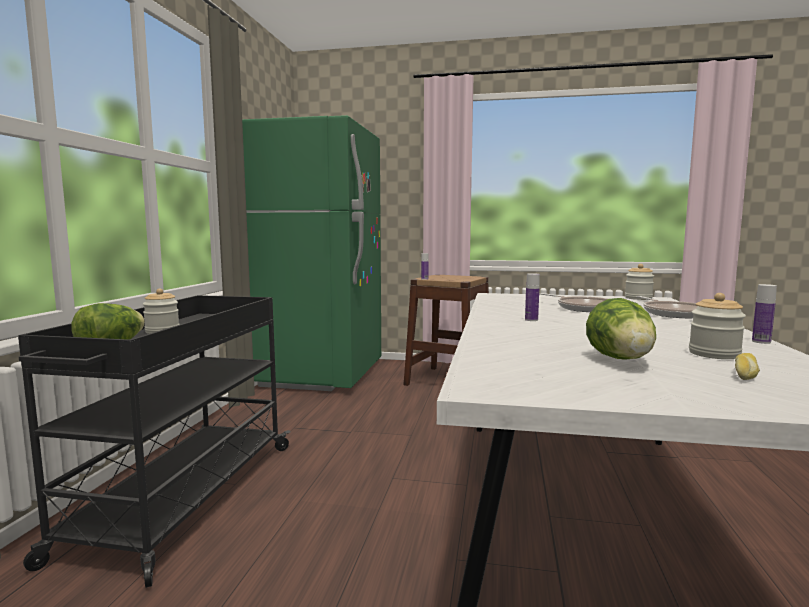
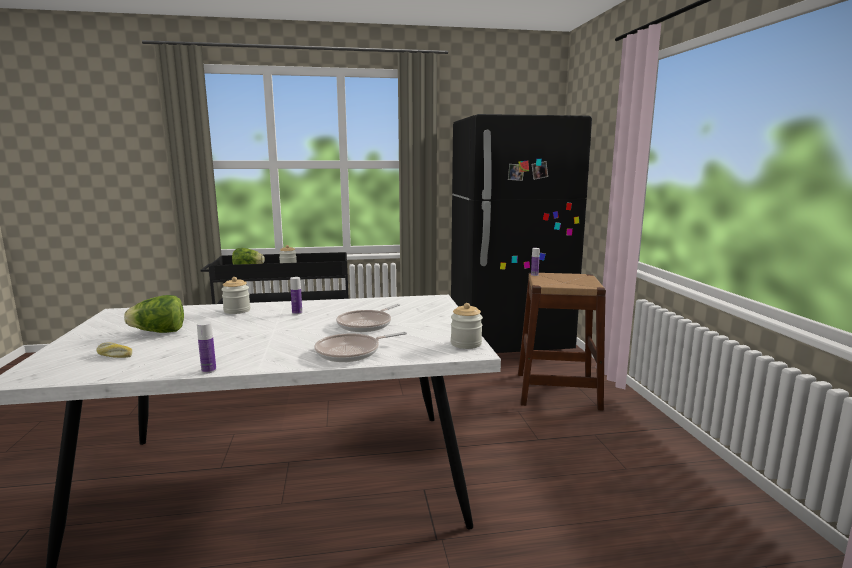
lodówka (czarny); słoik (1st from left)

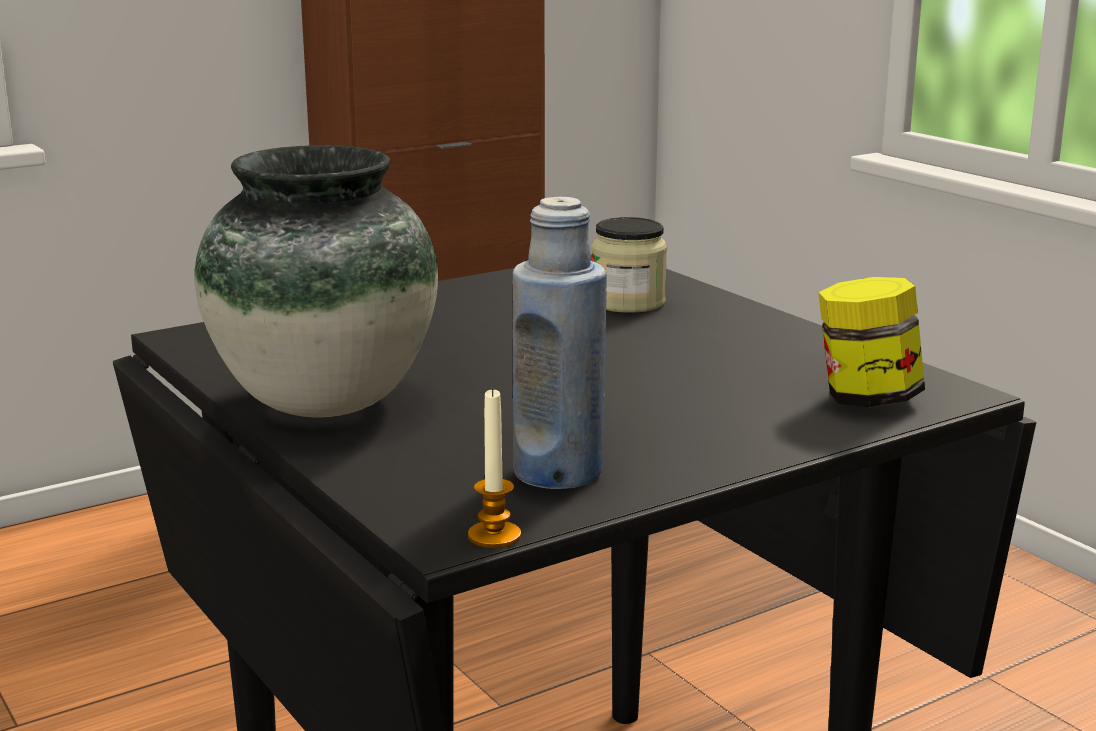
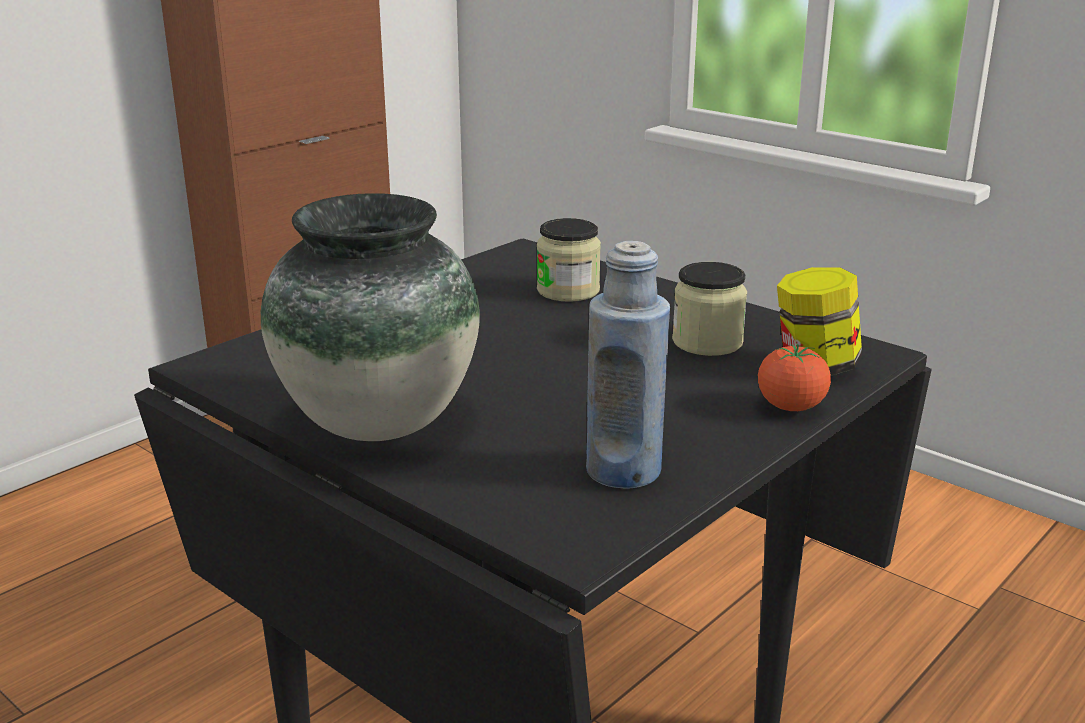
świeca; słoik (2nd from left); pomidor

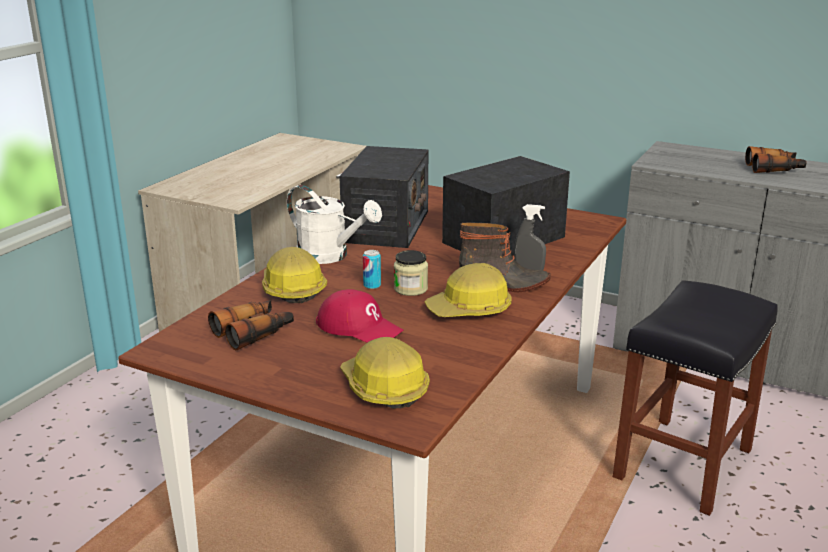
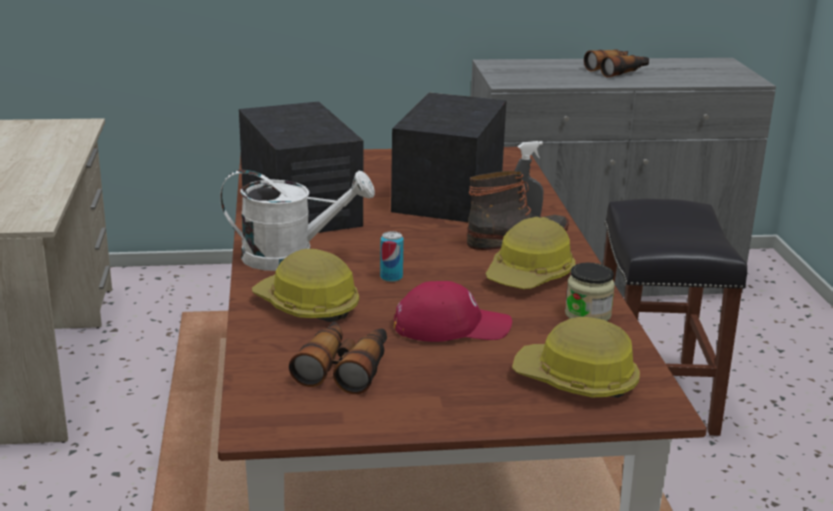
słoik

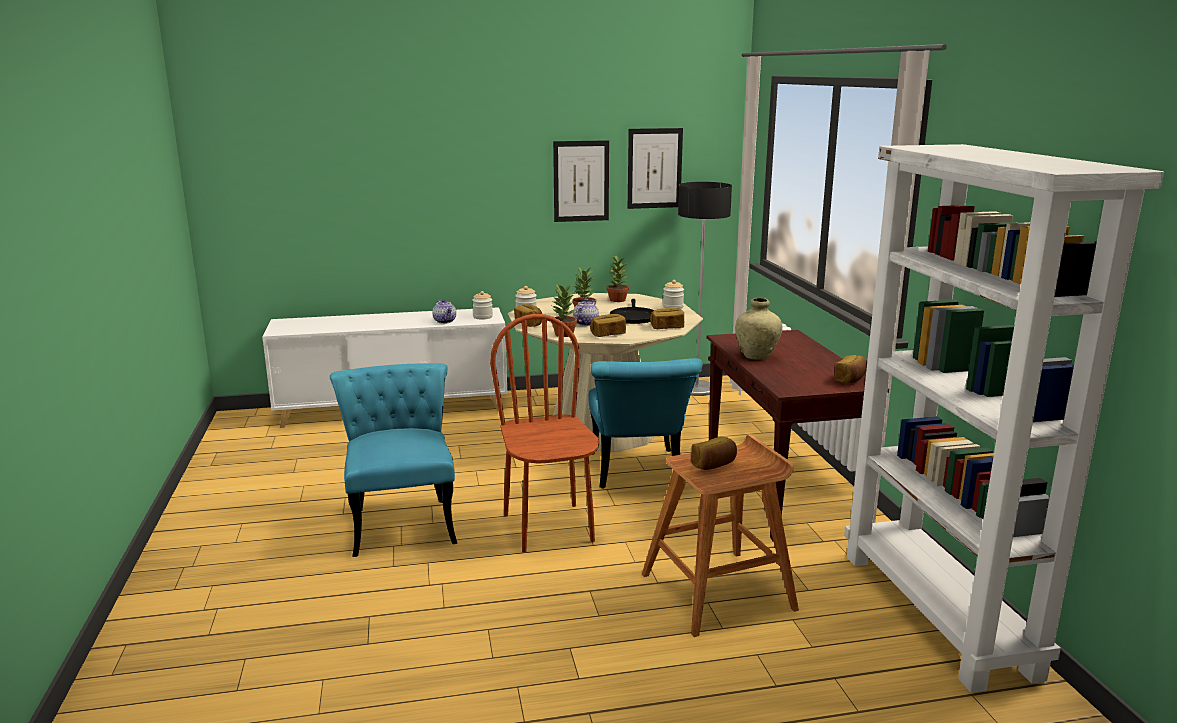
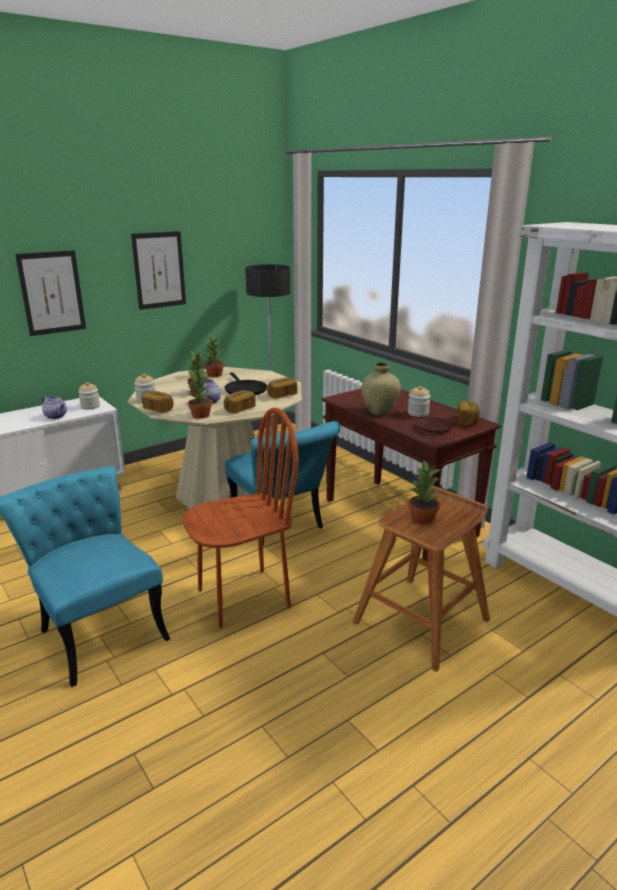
krzesło (brązowy); obraz (1st from left); słoik (3rd from left); roślina doniczkowa (4th from left); talerz (brązowy)

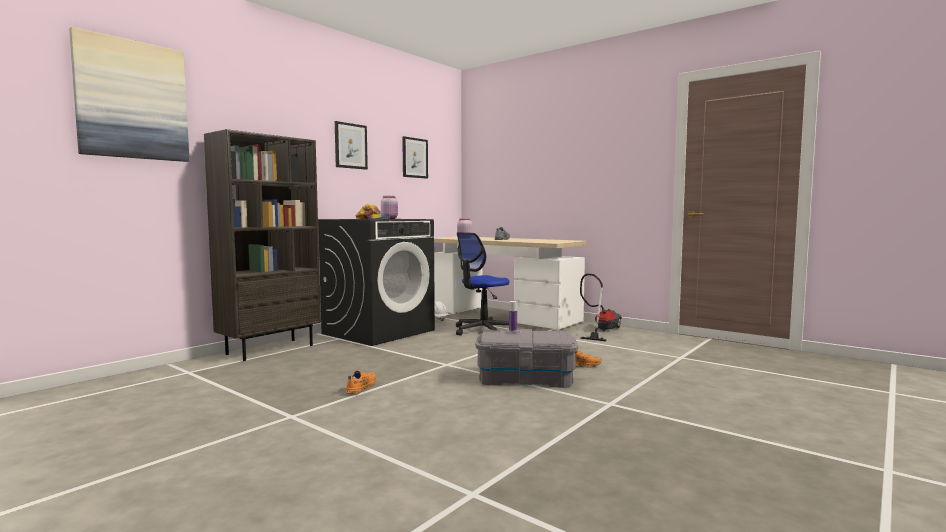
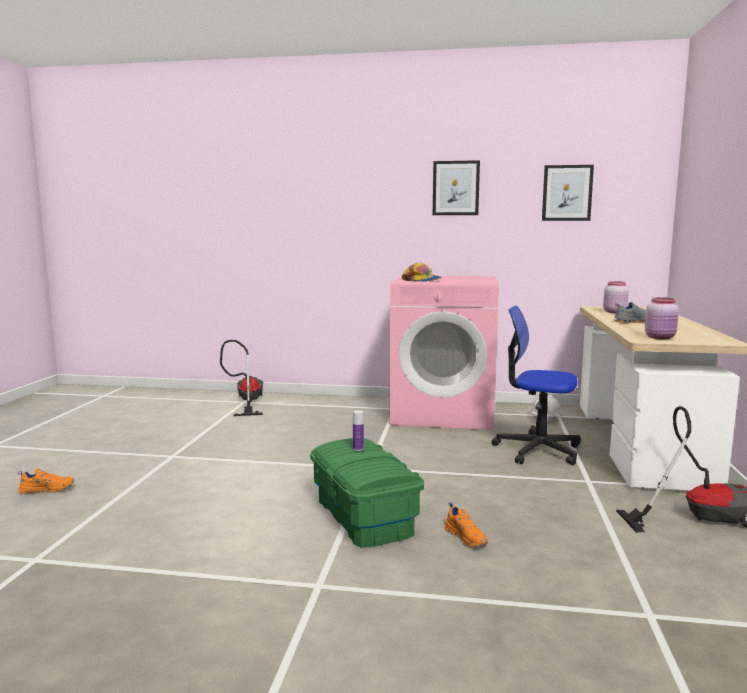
obraz (1st from left in the first image); regał (brązowy); pralka (różowy); but (pomarańczowy) (1st from left); słoik (różowy) (2nd from left); pojemnik do przechowywania (zielony); odkurzacz (1st from left)

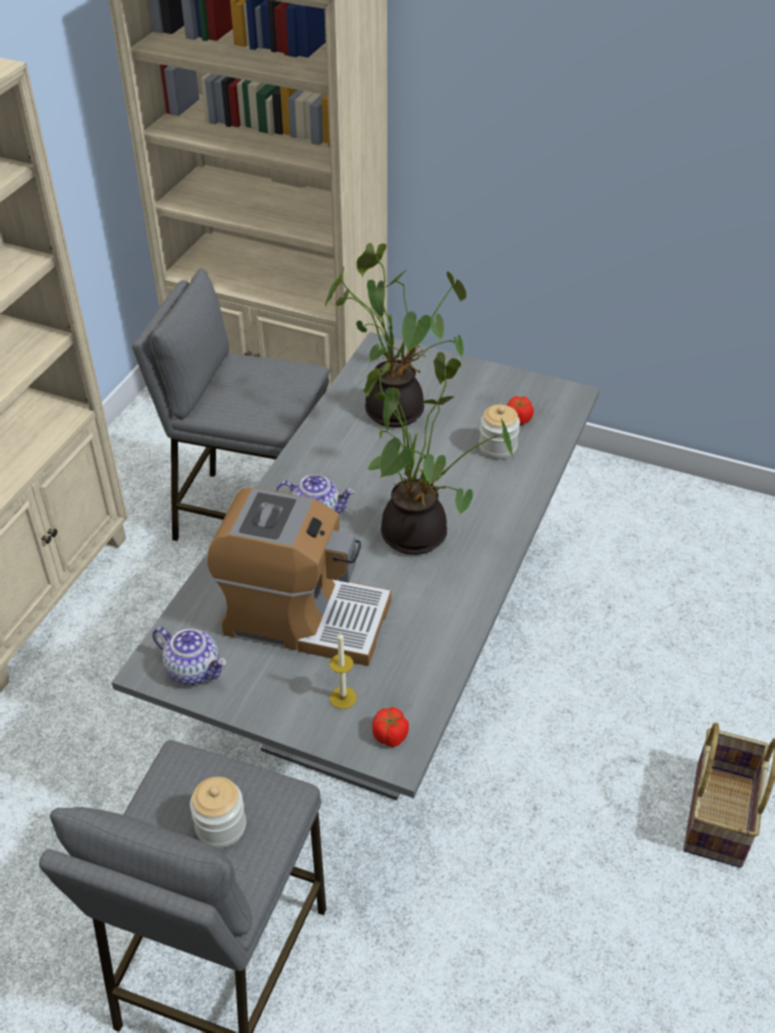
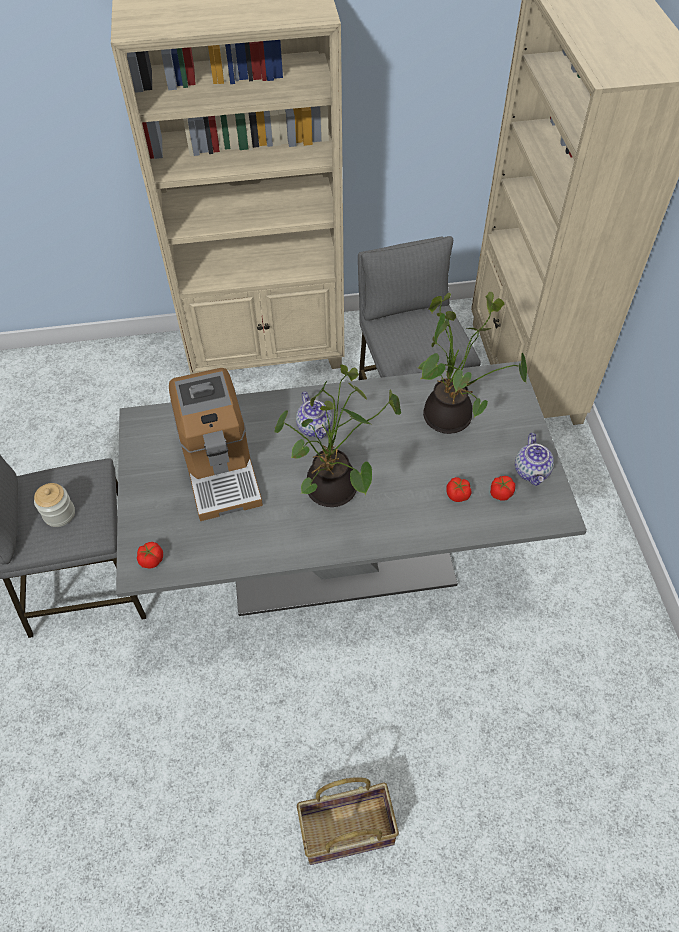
imbryk (2nd from left); świeca; pomidor (2nd from left)

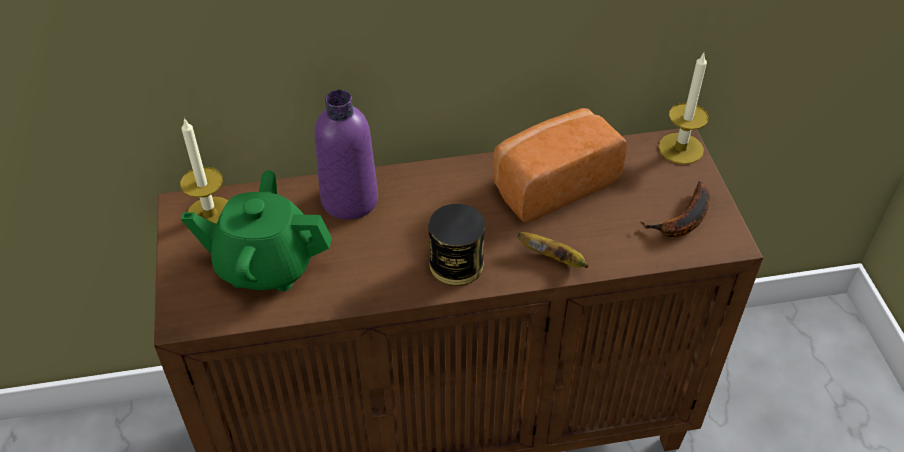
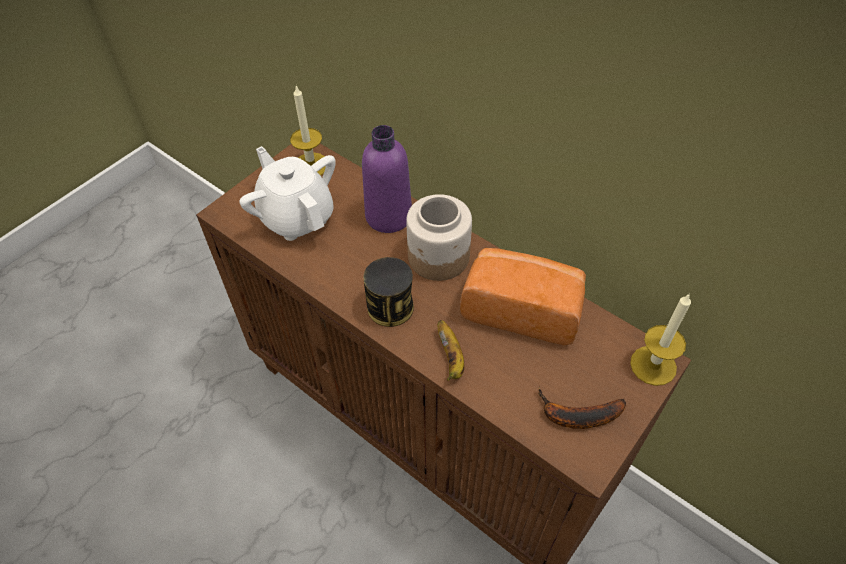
imbryk (biały); słoik

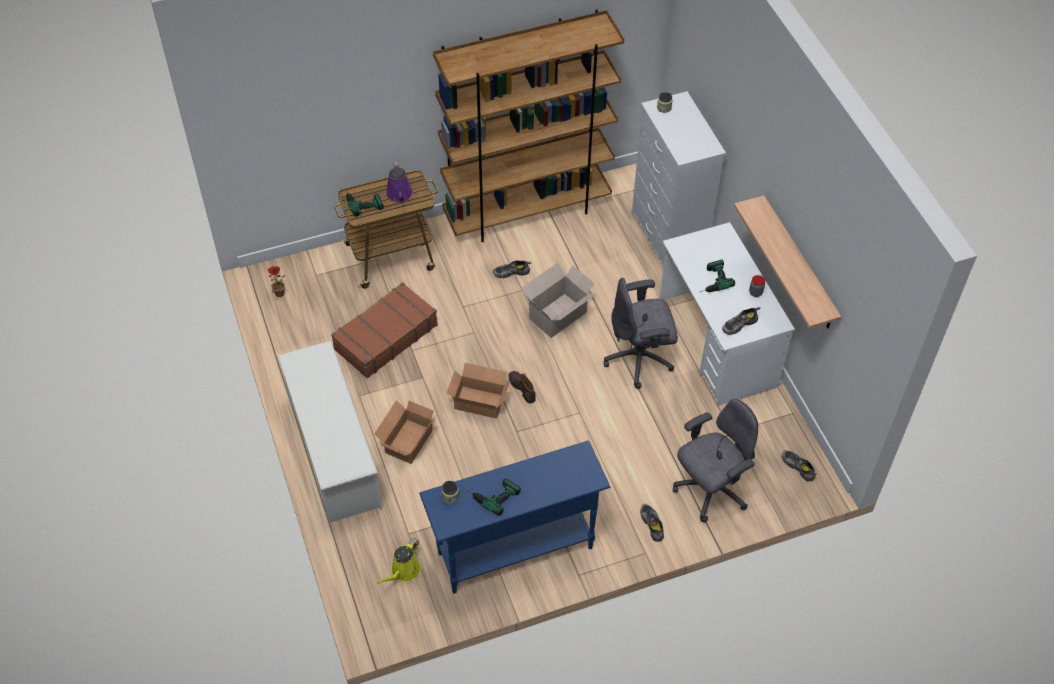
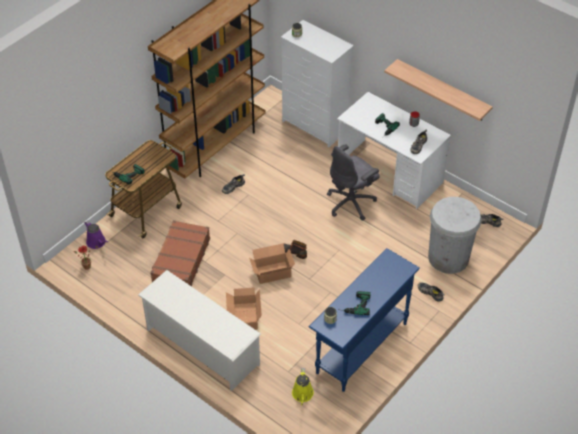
konewka (fioletowy); karton (3rd from left in the first image); kosz na śmieci (biały)

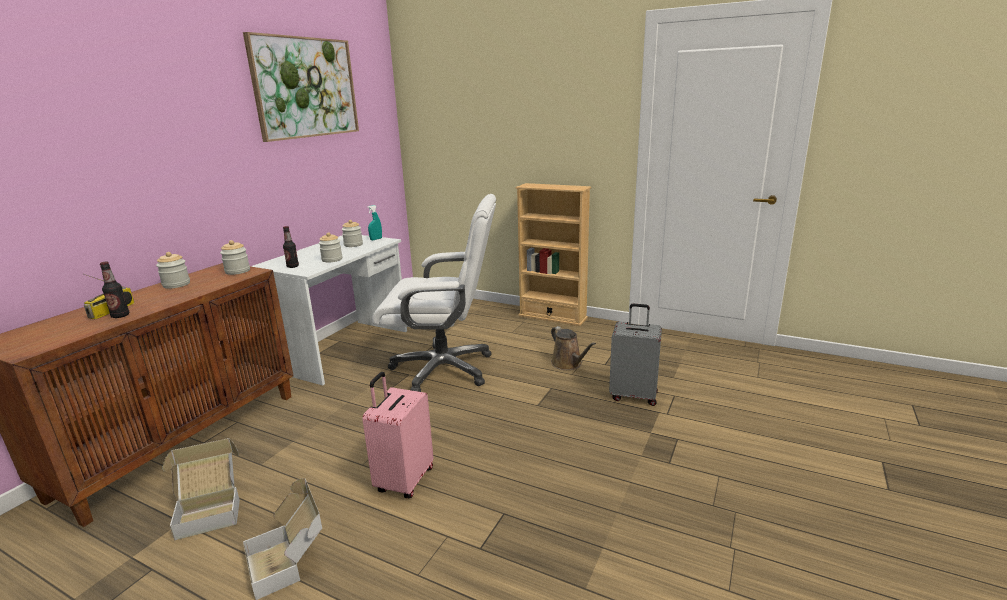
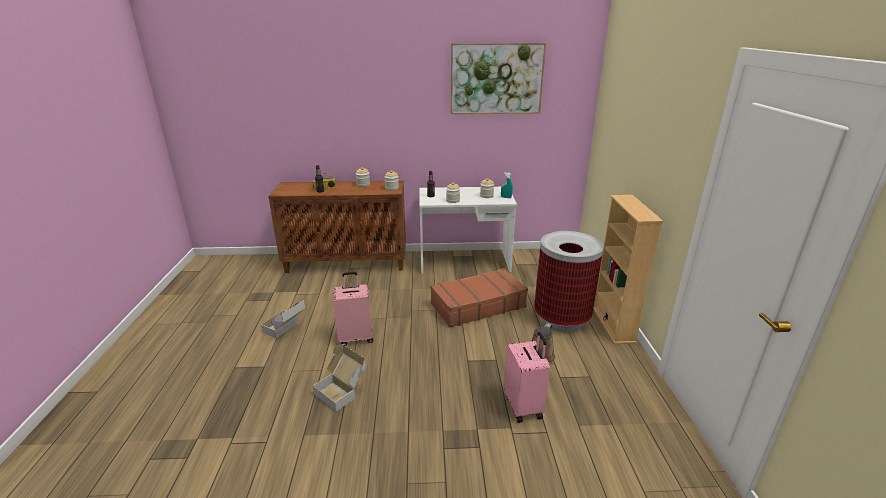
karton (2nd from left); walizka (brązowy); walizka (różowy) (2nd from left); kosz na śmieci

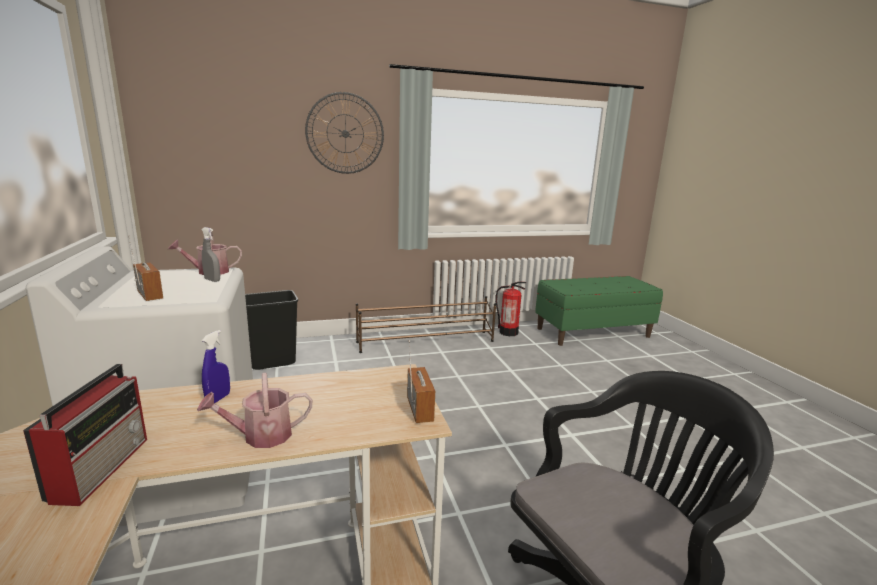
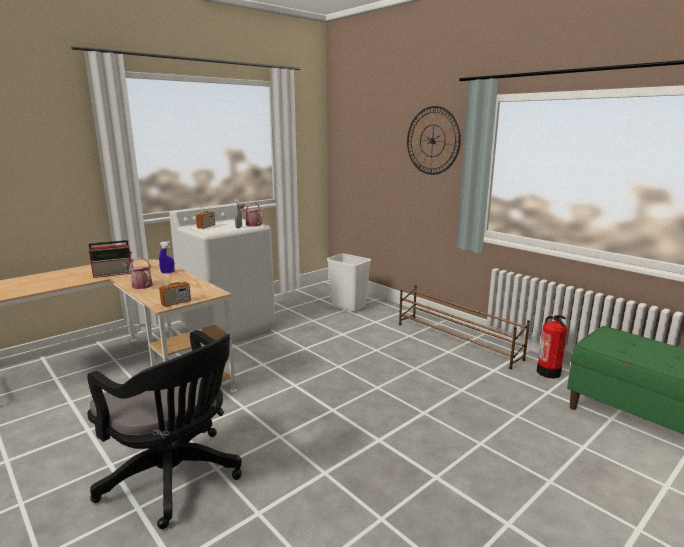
kosz na śmieci (biały)

